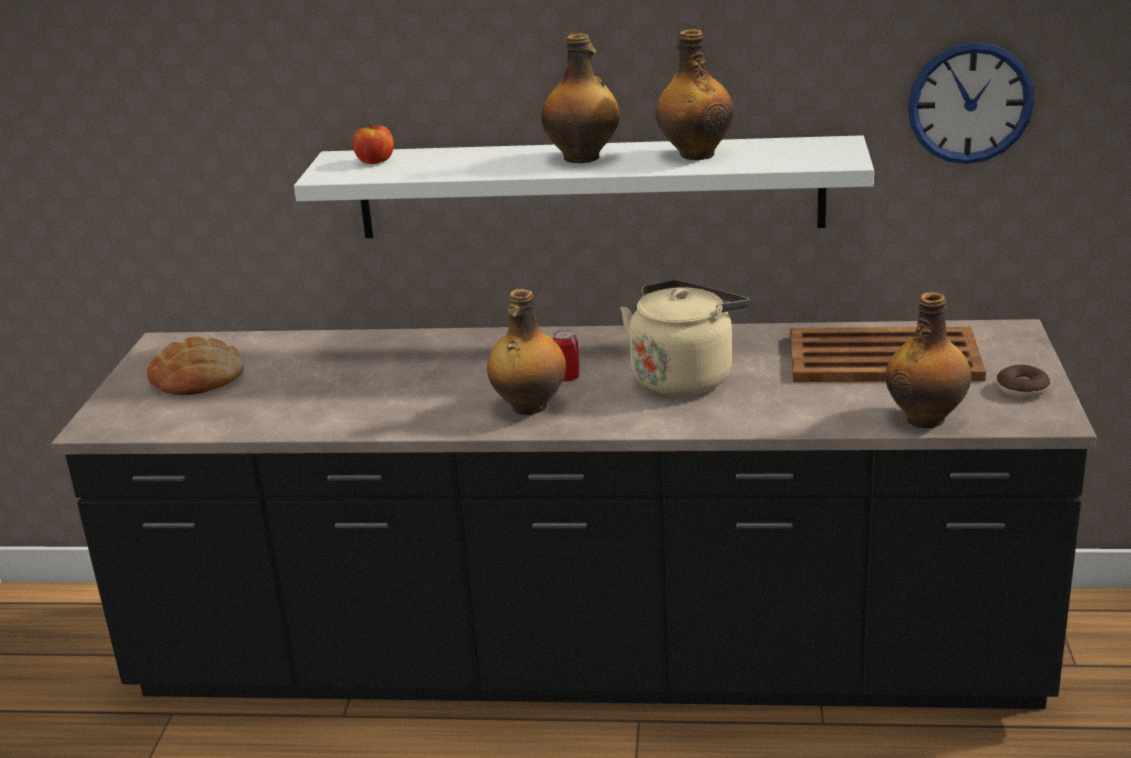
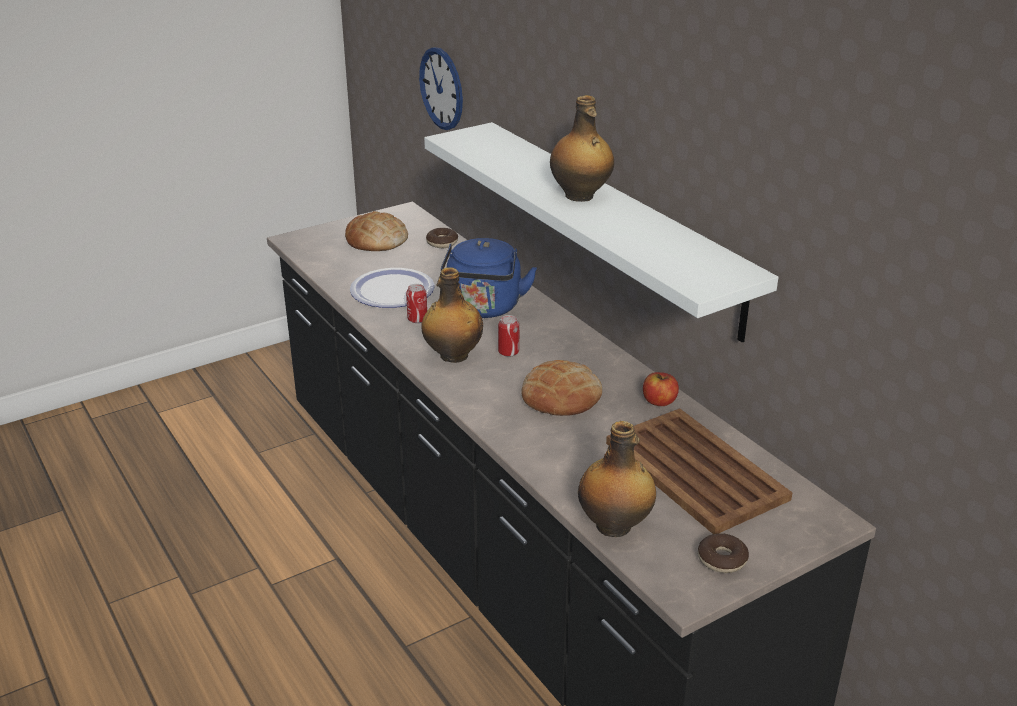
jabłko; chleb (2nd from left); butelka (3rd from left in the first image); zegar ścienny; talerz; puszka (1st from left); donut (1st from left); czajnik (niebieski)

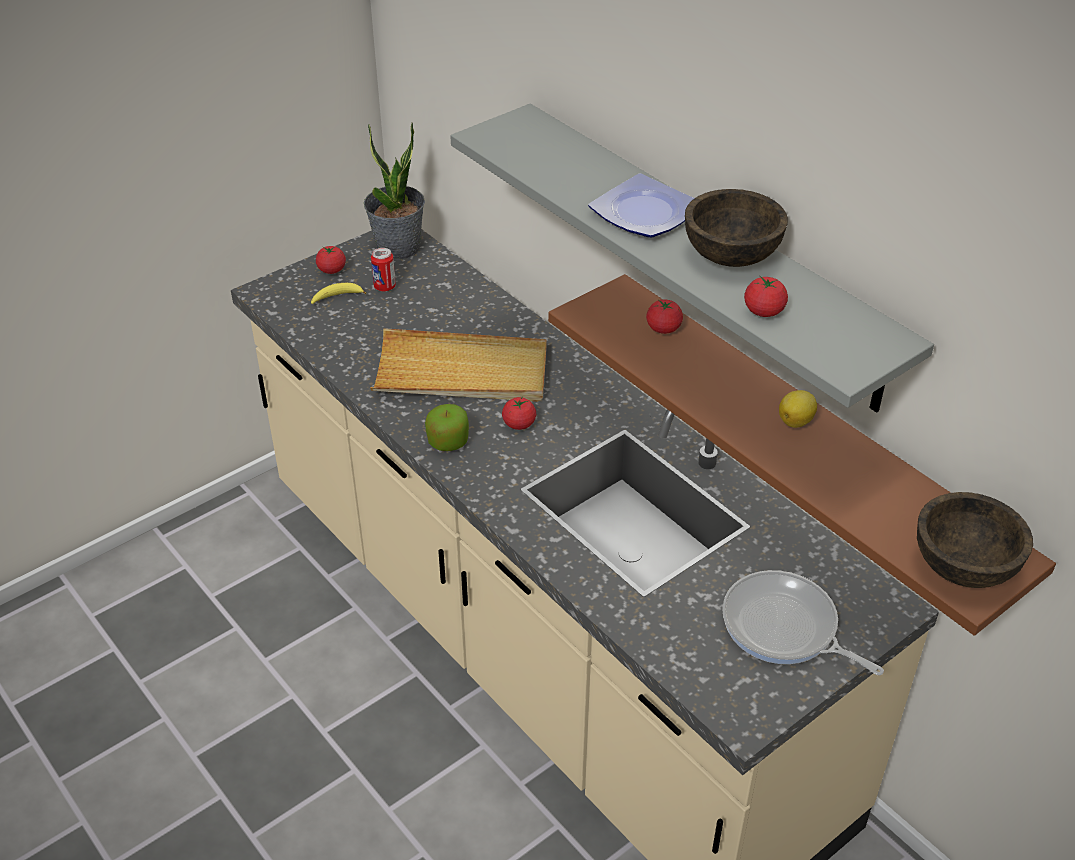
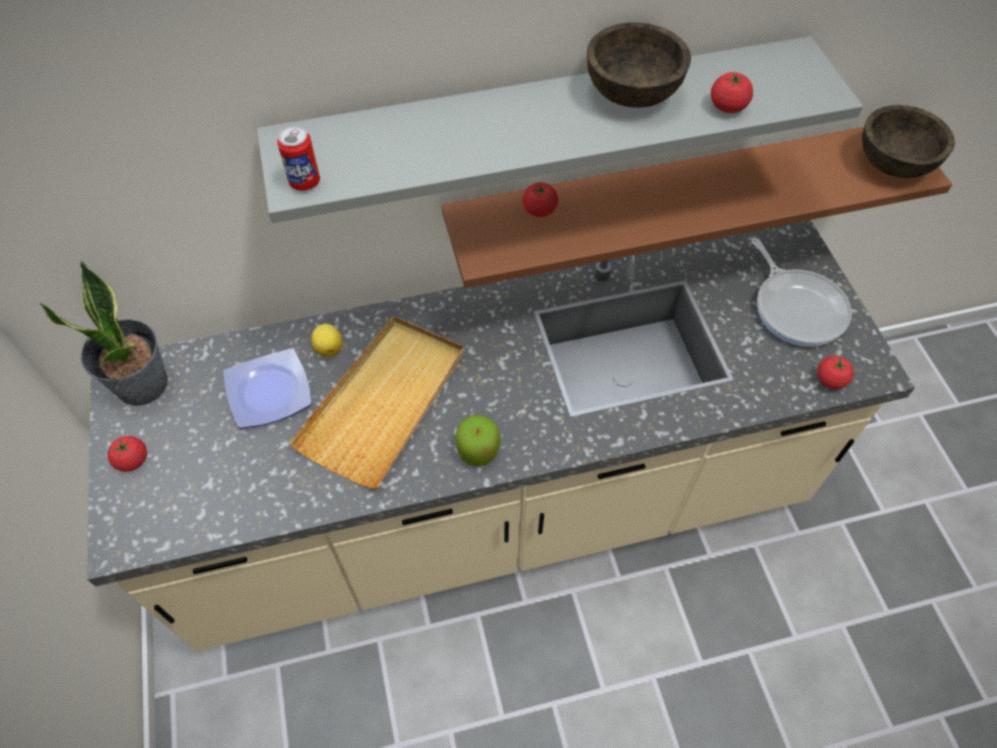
banan; puszka; pomidor (4th from left); talerz; patelnia; cytryna

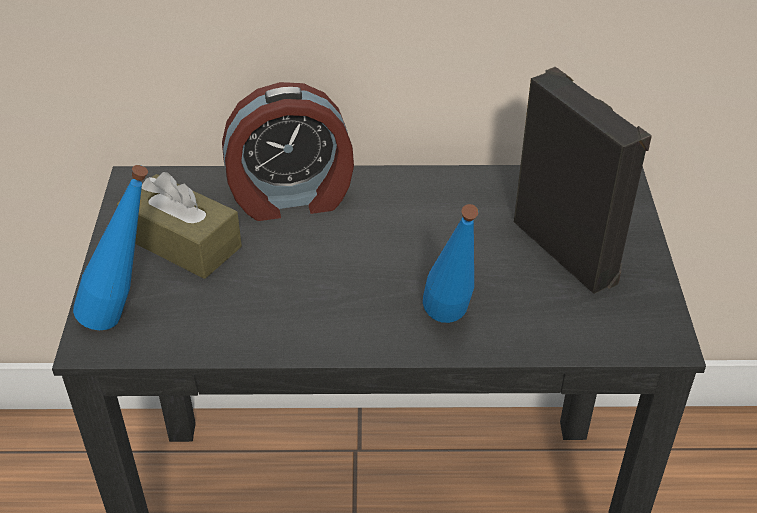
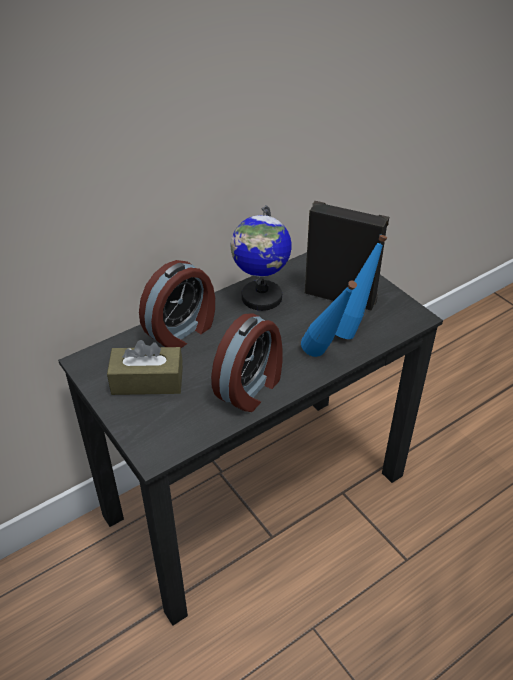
butelka (niebieski) (2nd from left); budzik (2nd from left); globus

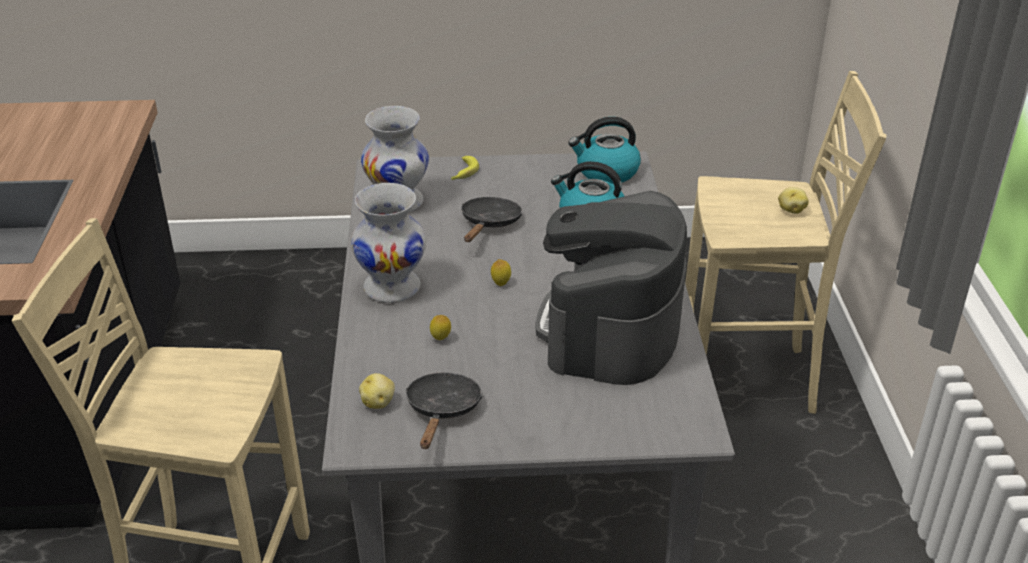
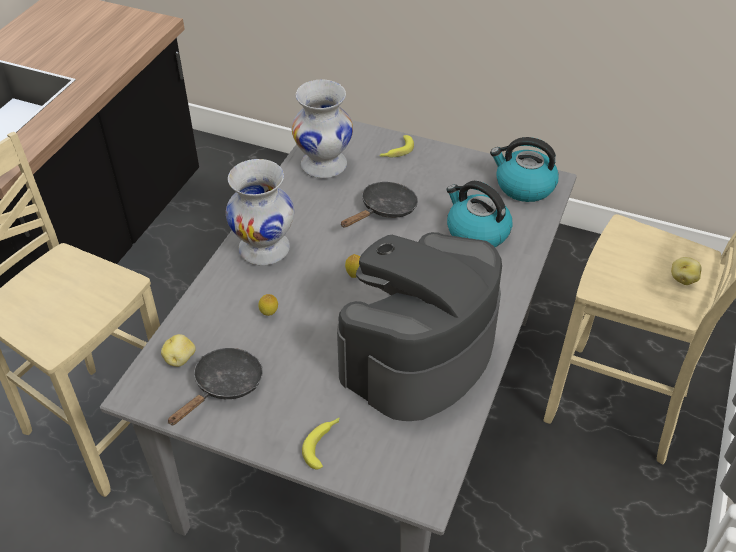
banan (1st from left)

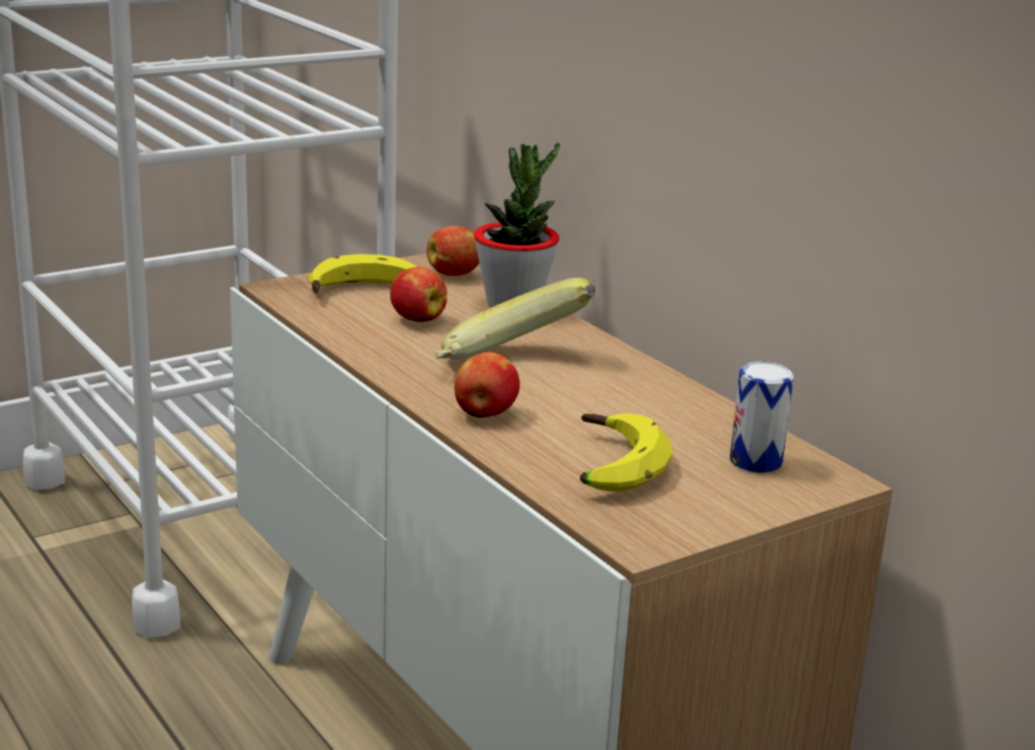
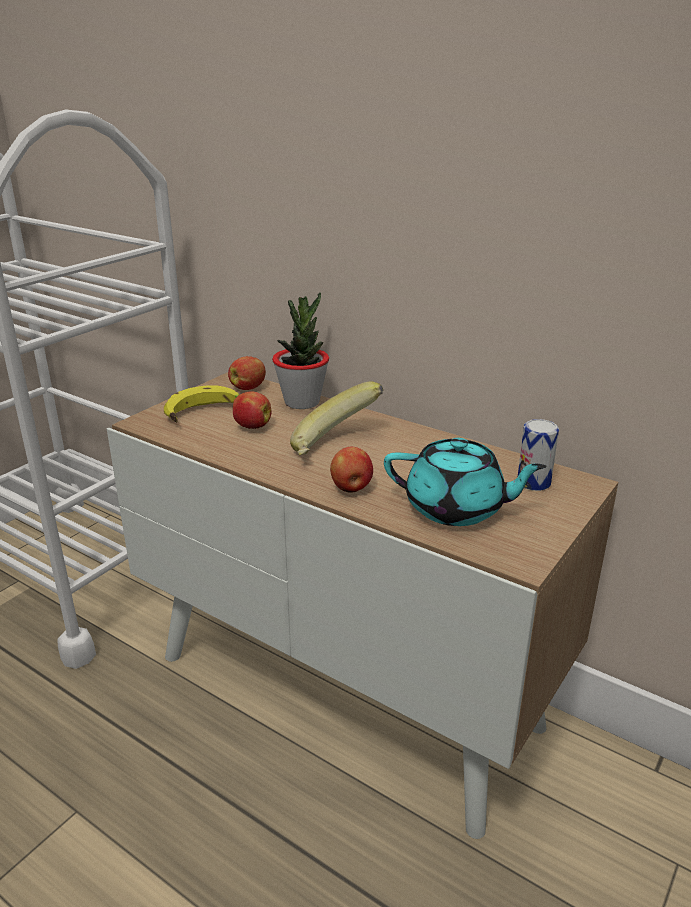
imbryk (turkusowy)

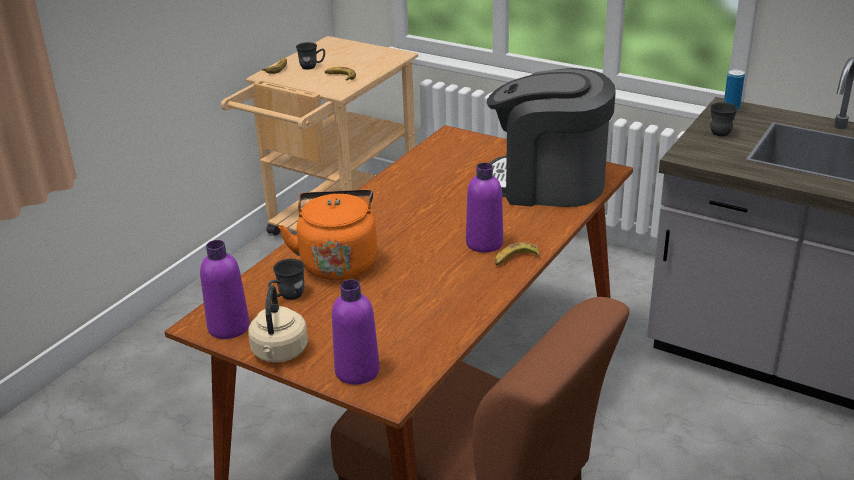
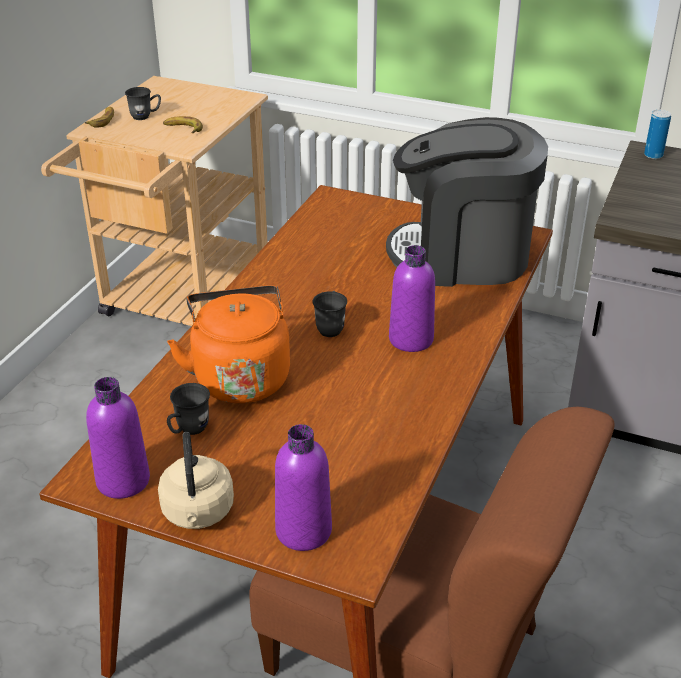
banan (3rd from left in the first image); kubek (szary) (3rd from left)

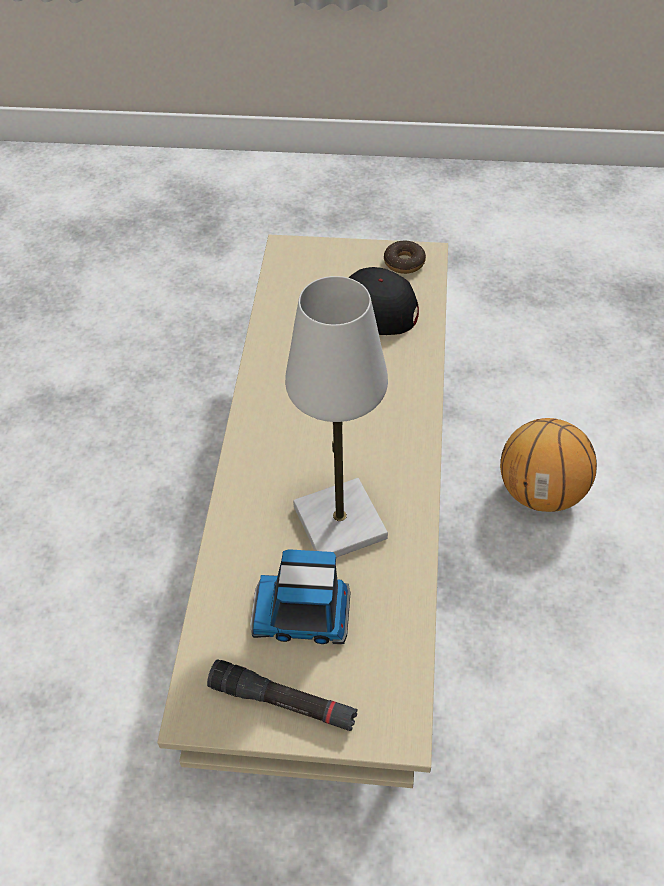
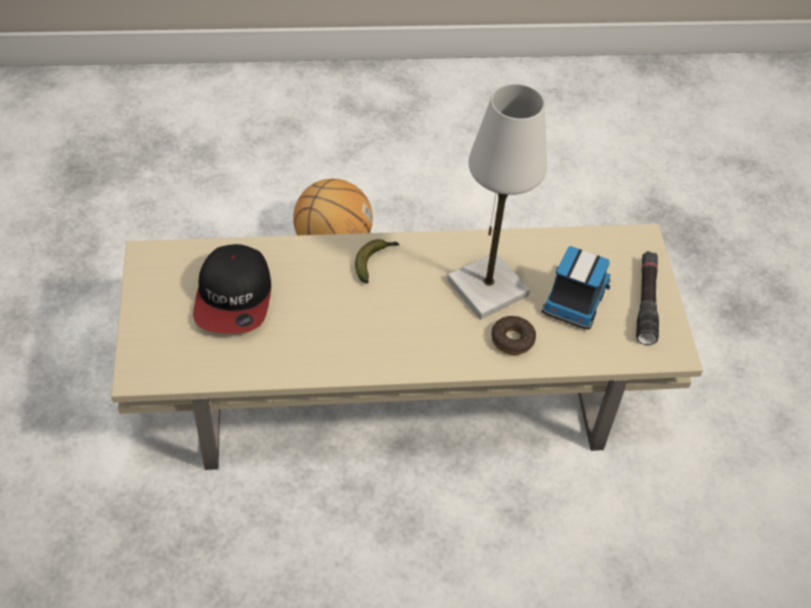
ciężarówka zabawkowa; donut; banan

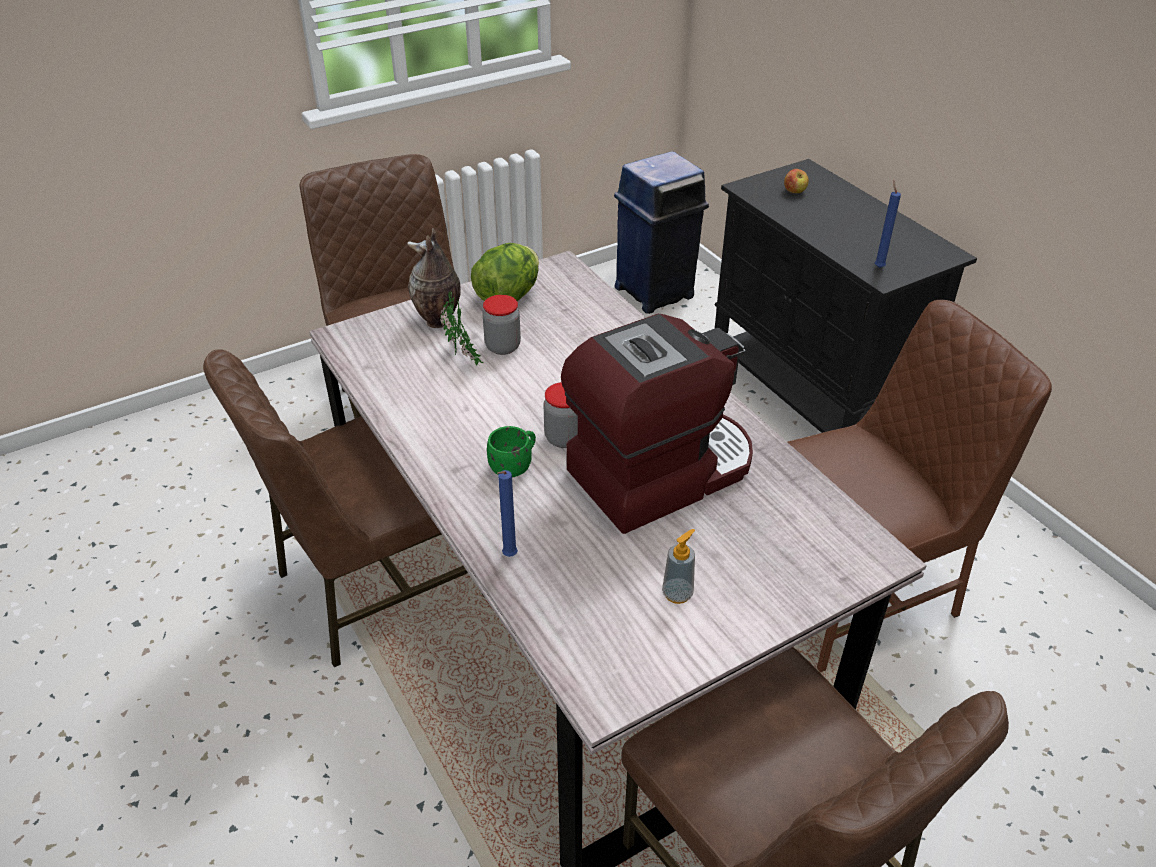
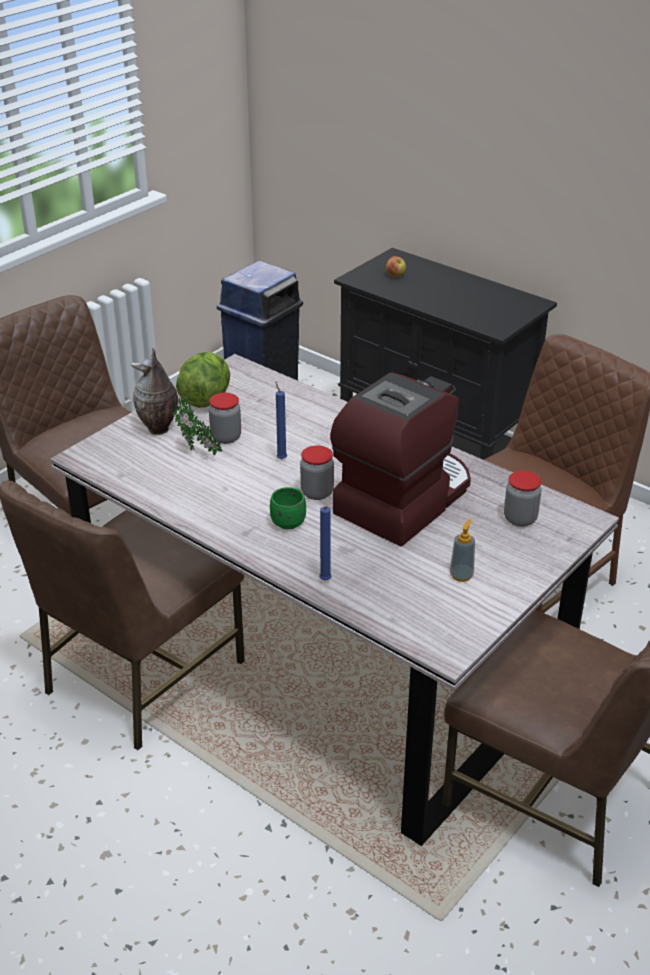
świeca (niebieski) (1st from left); słoik (3rd from left)

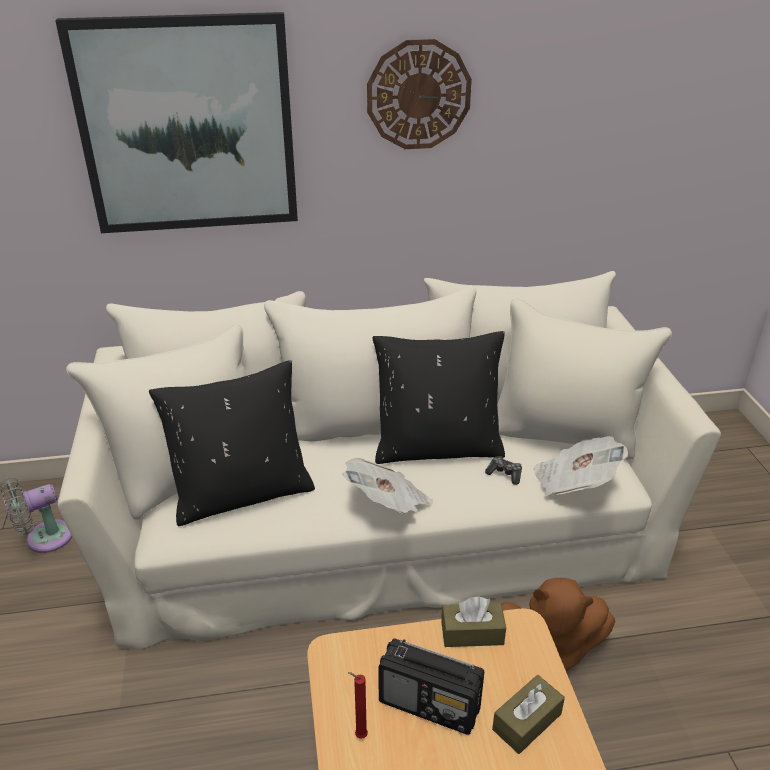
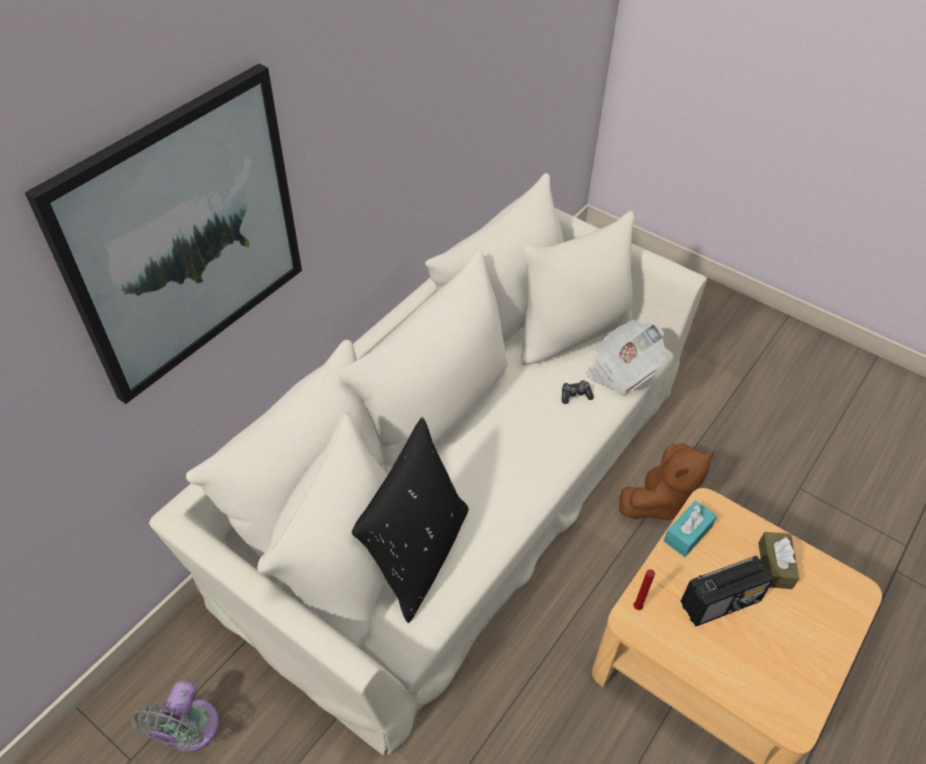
gazeta (1st from left in the first image); świeca (czerwony); zegar ścienny; poduszka (czarny) (2nd from left in the first image); pudełko chusteczek (turkusowy)

